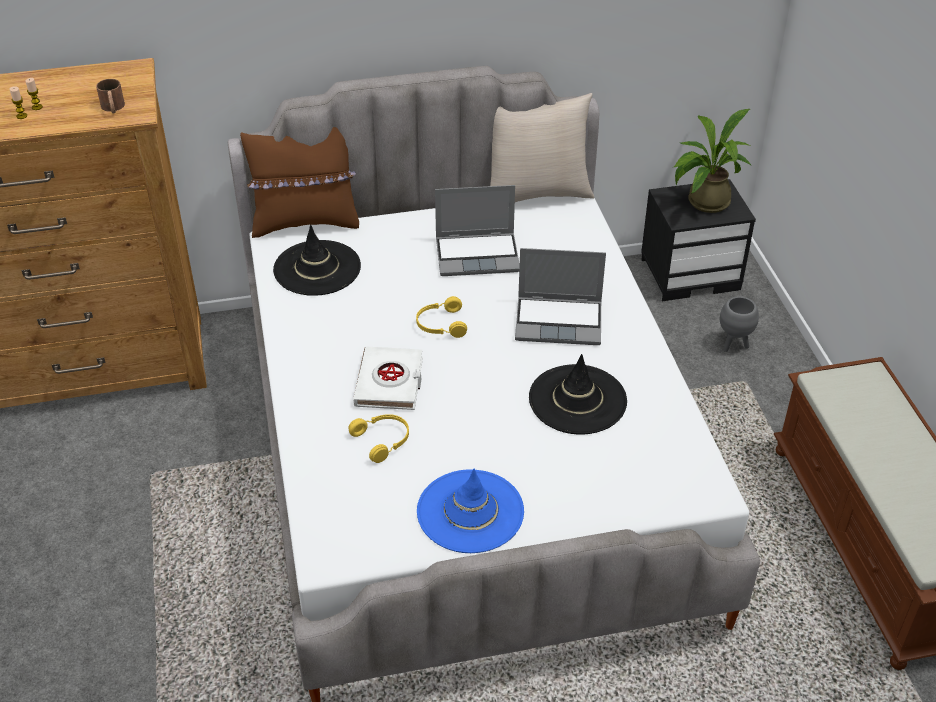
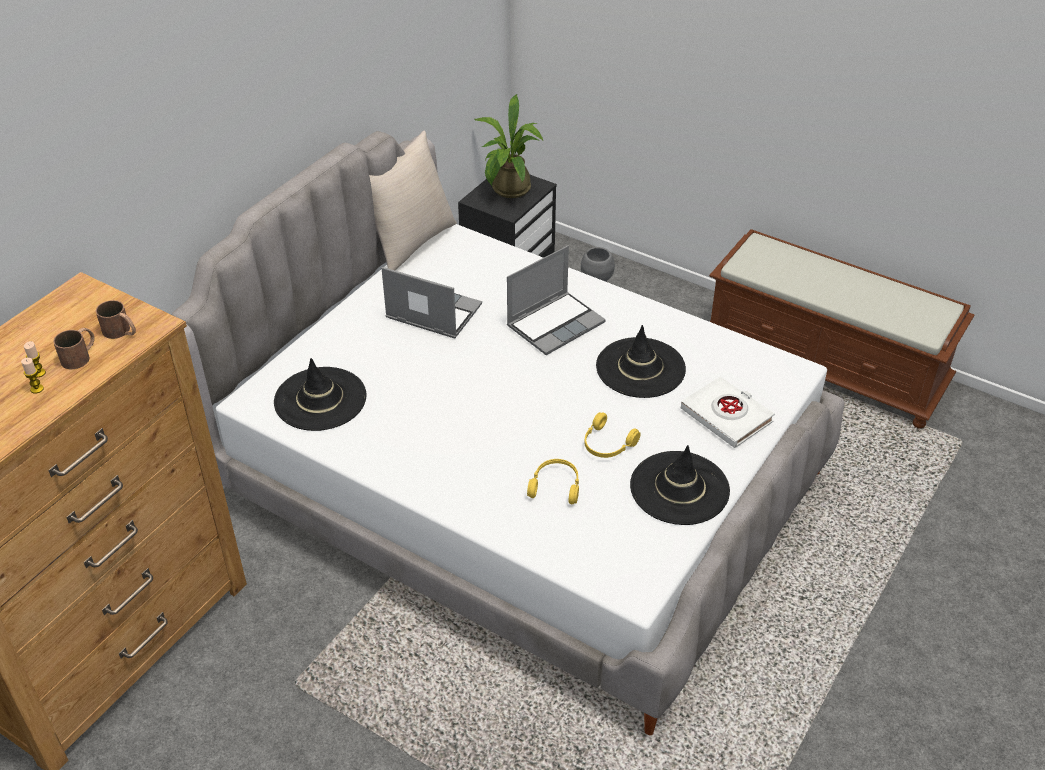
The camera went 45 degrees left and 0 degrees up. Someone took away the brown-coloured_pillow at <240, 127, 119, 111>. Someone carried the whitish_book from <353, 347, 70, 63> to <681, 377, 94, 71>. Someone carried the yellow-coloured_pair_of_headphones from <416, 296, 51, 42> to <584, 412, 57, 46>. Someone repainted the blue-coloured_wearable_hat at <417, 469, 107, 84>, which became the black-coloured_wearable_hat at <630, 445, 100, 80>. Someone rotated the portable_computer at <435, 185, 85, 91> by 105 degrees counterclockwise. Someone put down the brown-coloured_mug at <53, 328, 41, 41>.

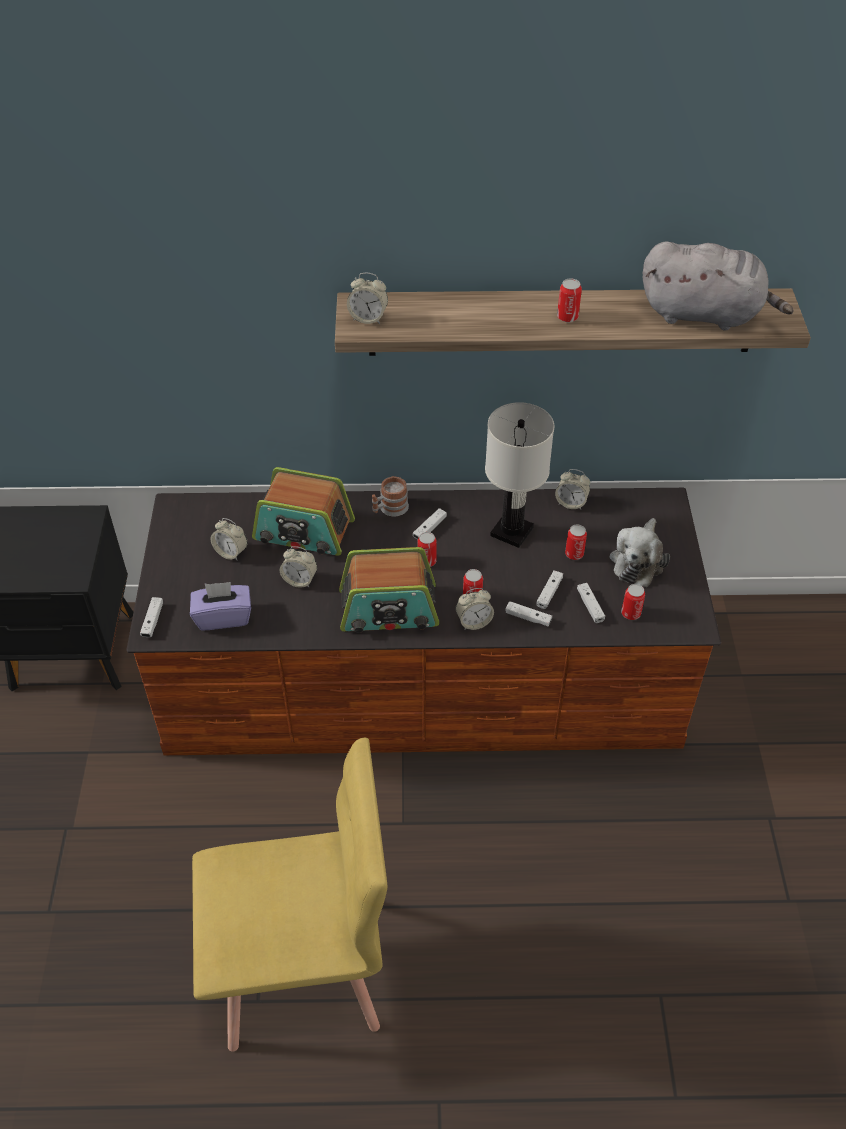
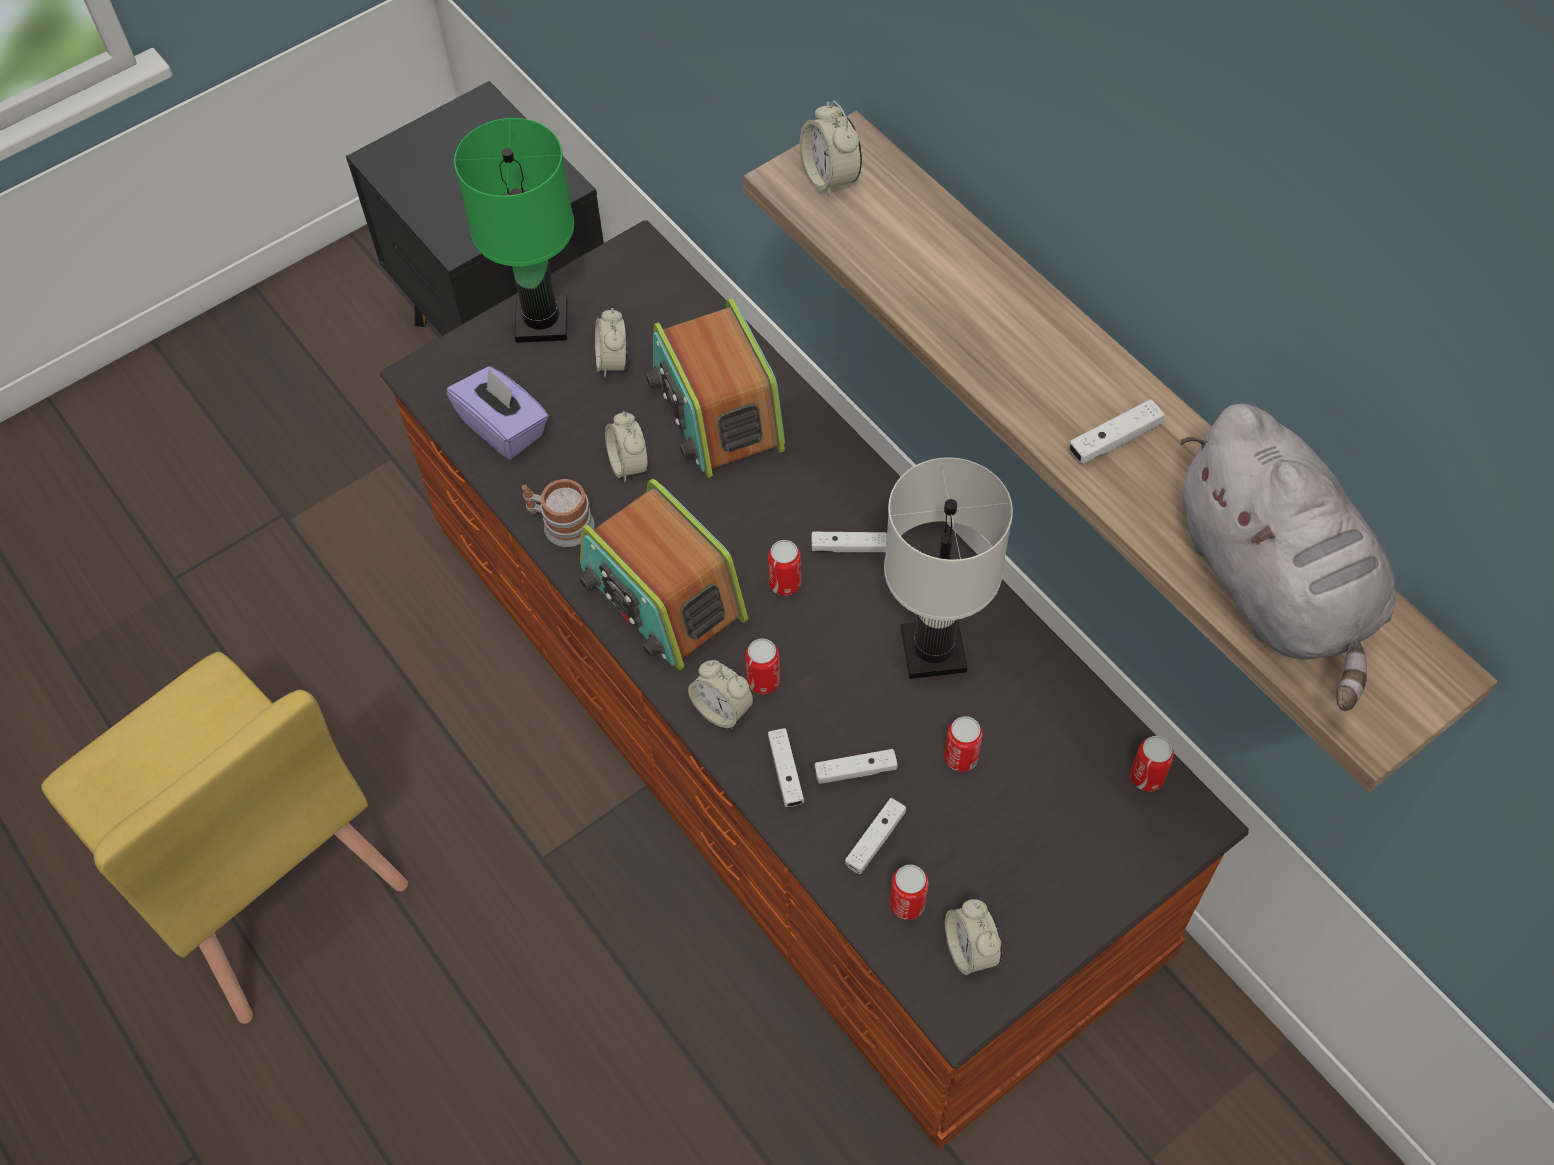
The camera went 55 degrees right and 10 degrees up. Someone carried the whitish_game_controller from <140, 597, 23, 40> to <1069, 399, 95, 65>. Someone carried the mug from <372, 476, 37, 41> to <522, 479, 72, 68>. Someone carried the table_clock from <555, 469, 35, 41> to <945, 899, 57, 76>. Someone carried the sealed_can from <557, 278, 25, 44> to <1130, 736, 44, 56>. Someone took away the plush_toy at <609, 518, 61, 69>. Someone put down the greenish_lamp_for_a_table at <454, 118, 120, 225>.

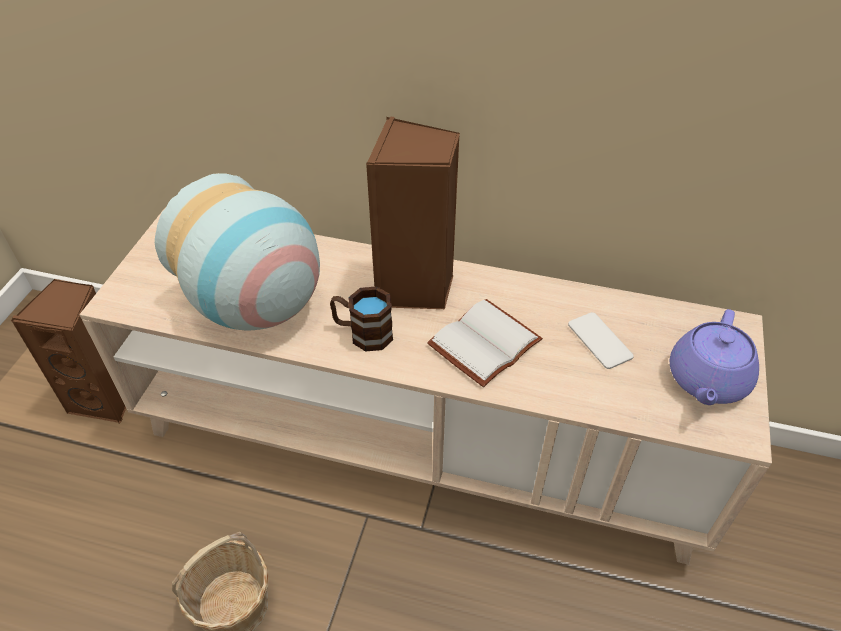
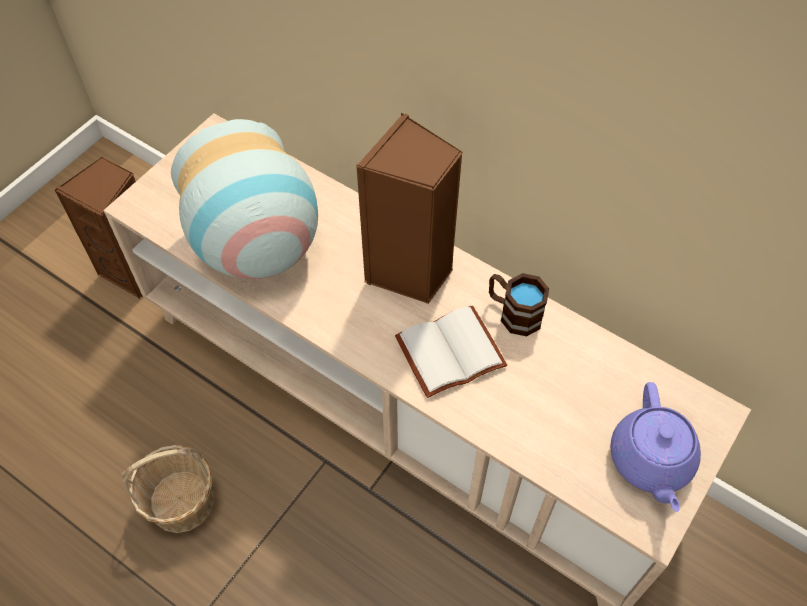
The camera went 20 degrees right and 10 degrees up. Someone carried the brown-coloured_mug from <330, 286, 63, 66> to <489, 273, 60, 63>. Someone took away the telephone at <568, 312, 66, 57>. Someone rotated the purple_tea_pot at <670, 309, 89, 96> by 45 degrees counterclockwise.

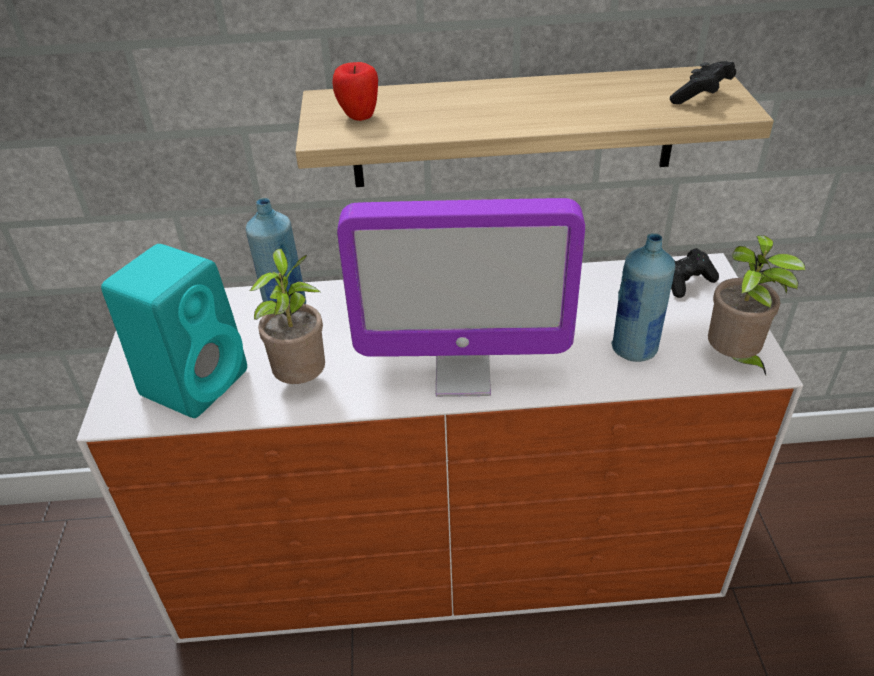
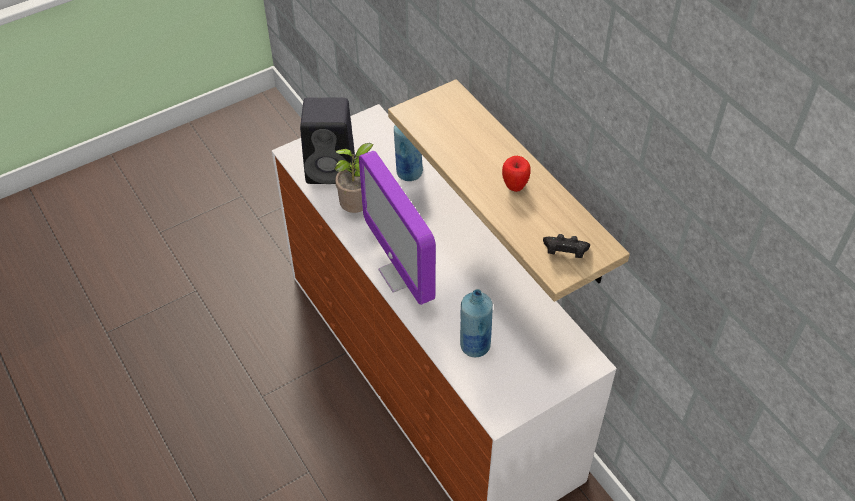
The camera went 60 degrees right and 10 degrees up. Someone repainted the blue-green_audio_speaker at <101, 244, 146, 174>, which became the black-coloured_audio_speaker at <300, 98, 55, 86>. Someone carried the whole_apple from <333, 62, 45, 59> to <502, 156, 28, 36>. Someone took away the black-coloured_game_controller at <671, 248, 48, 50>. Someone took away the houseplant at <708, 235, 97, 140>.

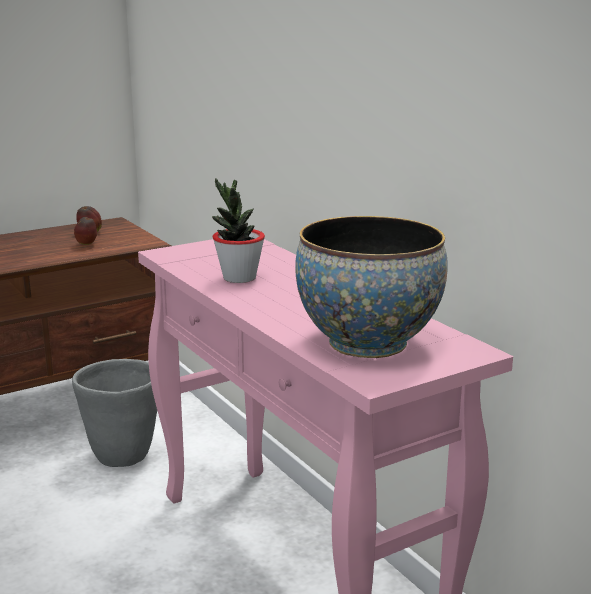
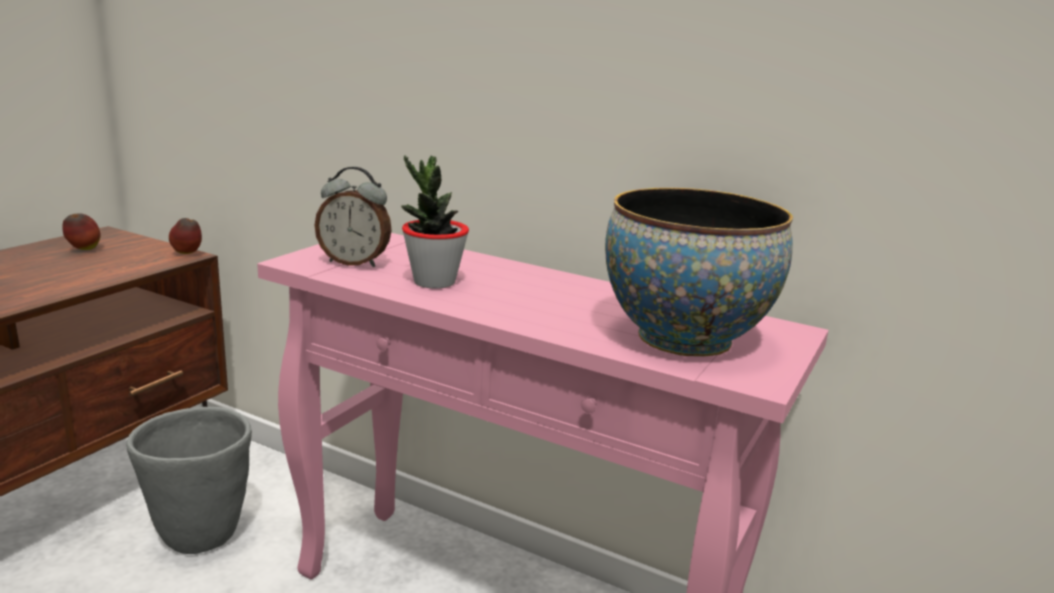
The camera went 30 degrees left and 0 degrees up. Someone carried the whole_apple from <74, 217, 23, 28> to <169, 218, 33, 36>. Someone put down the table_clock at <314, 167, 78, 100>.

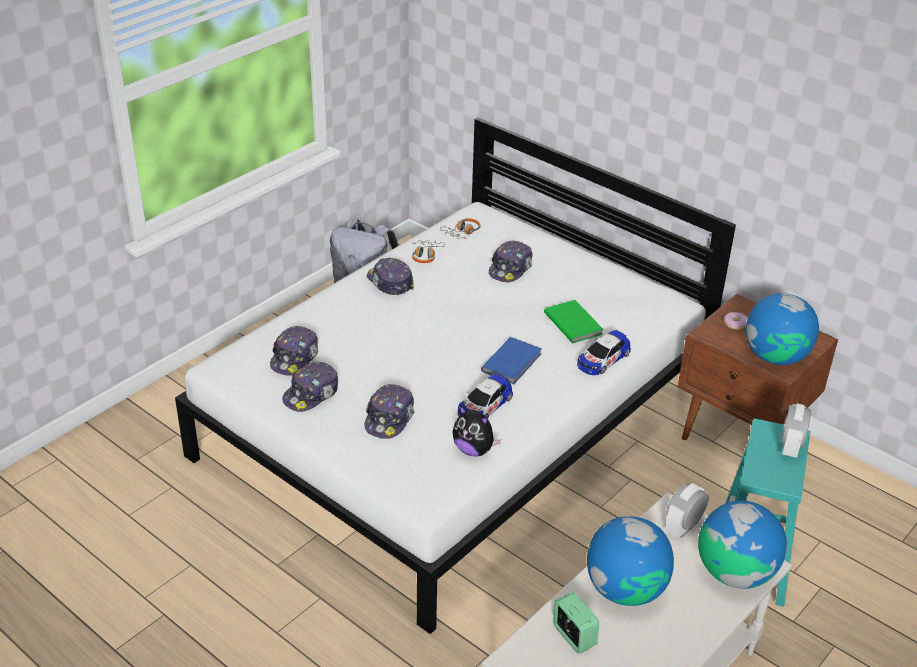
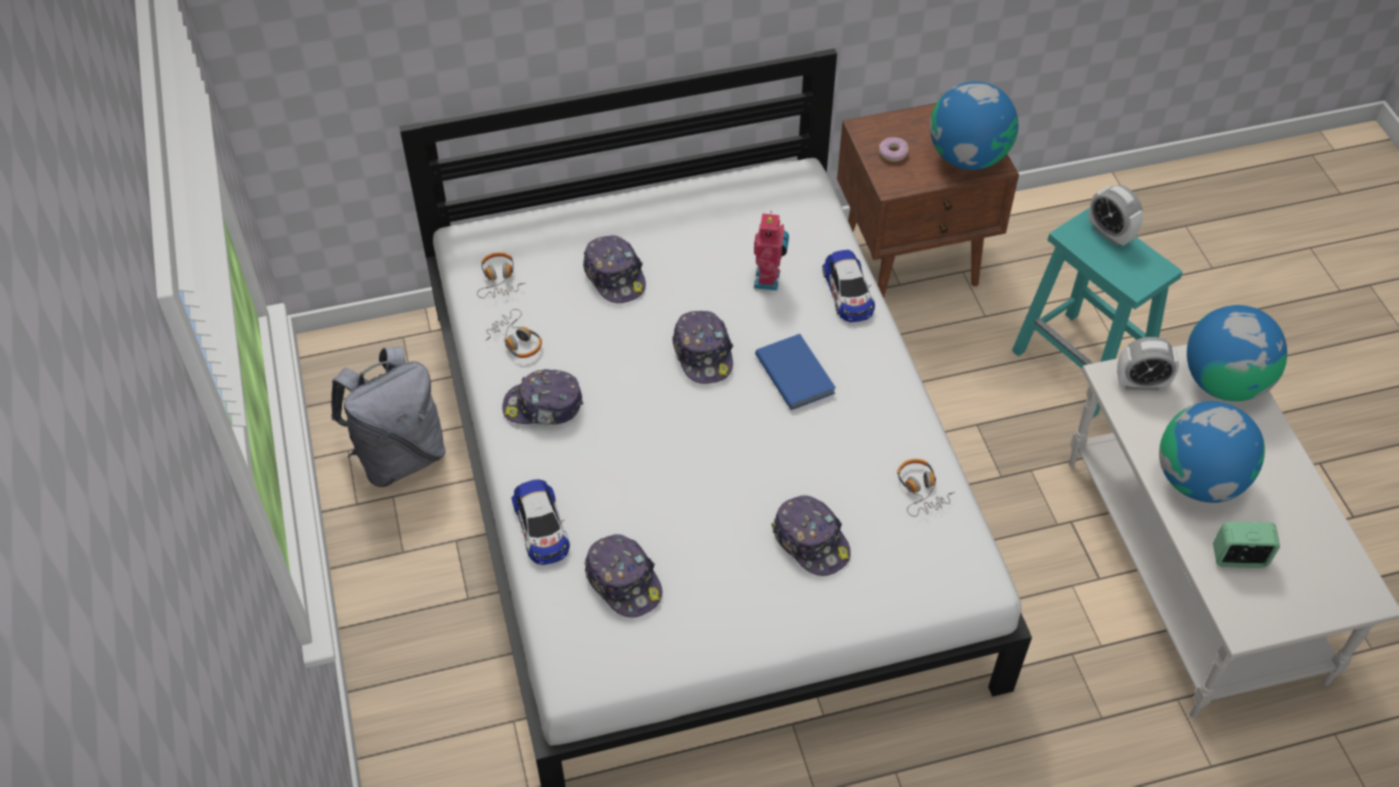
The camera went 55 degrees left and 15 degrees up. Someone carried the peaked_cap from <282, 362, 56, 50> to <672, 311, 61, 73>. Someone swapped the plush_toy at <453, 405, 48, 52> for the pair_of_headphones at <897, 459, 58, 57>. Someone carried the miniature_car from <458, 374, 55, 45> to <511, 479, 59, 86>. Someone swapped the greenish_book at <544, 300, 60, 43> for the model_robot at <754, 211, 35, 80>. Someone rotated the table_clock at <666, 483, 43, 55> by 75 degrees counterclockwise.

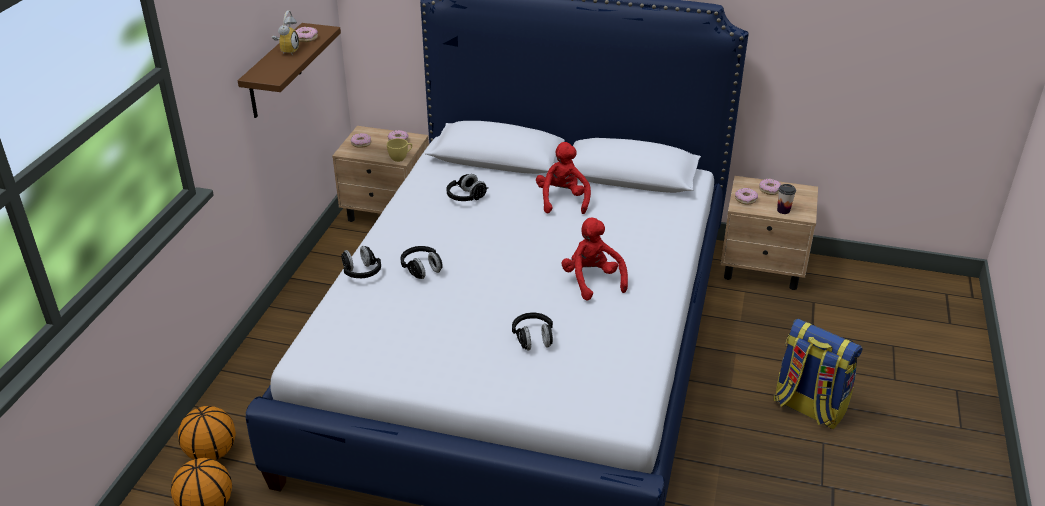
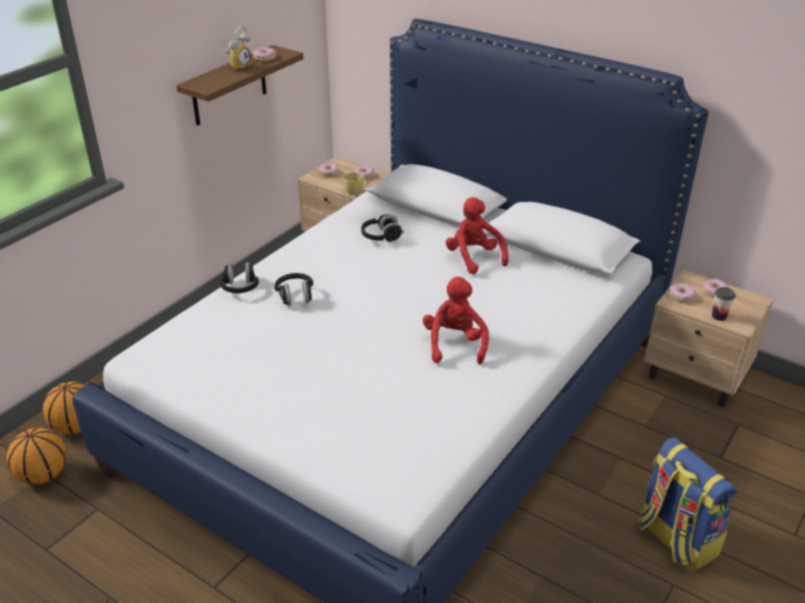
The camera went 20 degrees right and 0 degrees up. Someone took away the black-coloured_pair_of_headphones at <512, 312, 41, 38>. Someone rotated the red_plush_toy at <536, 142, 55, 72> by 45 degrees counterclockwise.

